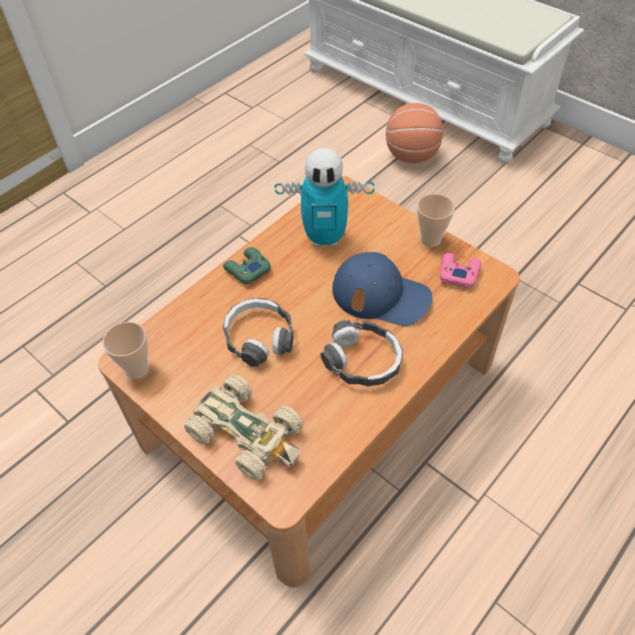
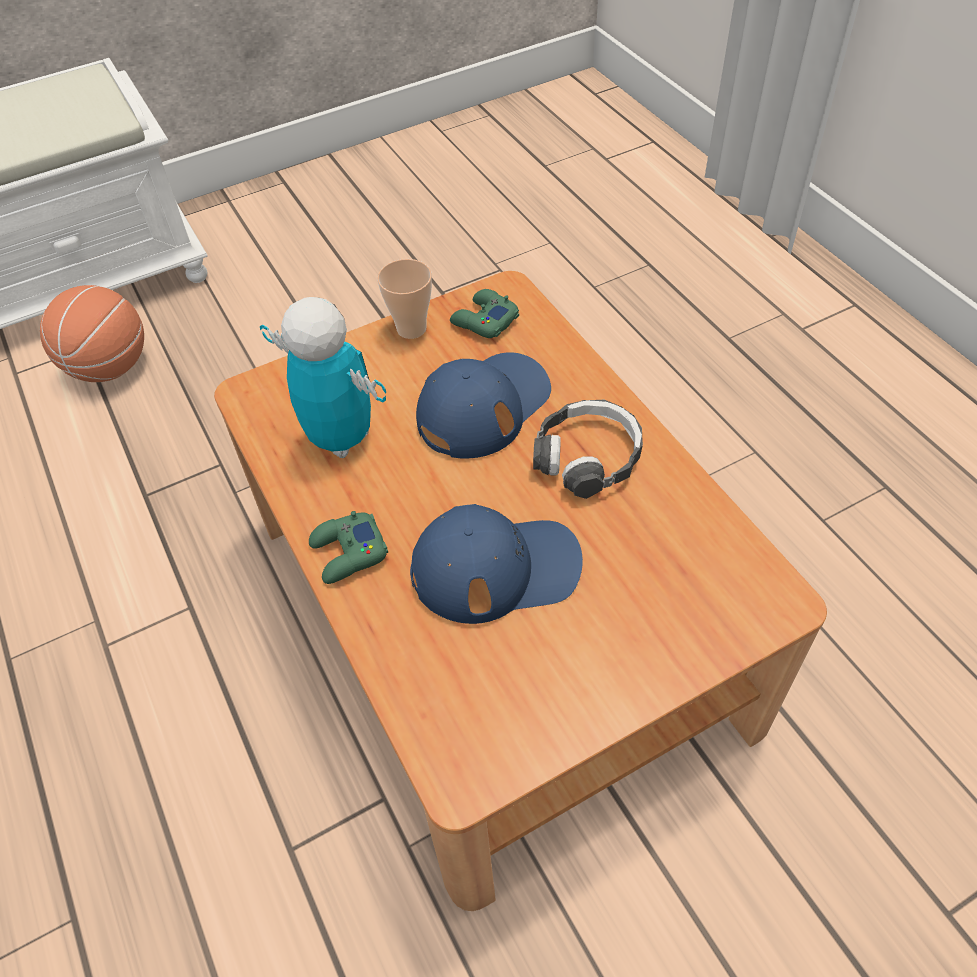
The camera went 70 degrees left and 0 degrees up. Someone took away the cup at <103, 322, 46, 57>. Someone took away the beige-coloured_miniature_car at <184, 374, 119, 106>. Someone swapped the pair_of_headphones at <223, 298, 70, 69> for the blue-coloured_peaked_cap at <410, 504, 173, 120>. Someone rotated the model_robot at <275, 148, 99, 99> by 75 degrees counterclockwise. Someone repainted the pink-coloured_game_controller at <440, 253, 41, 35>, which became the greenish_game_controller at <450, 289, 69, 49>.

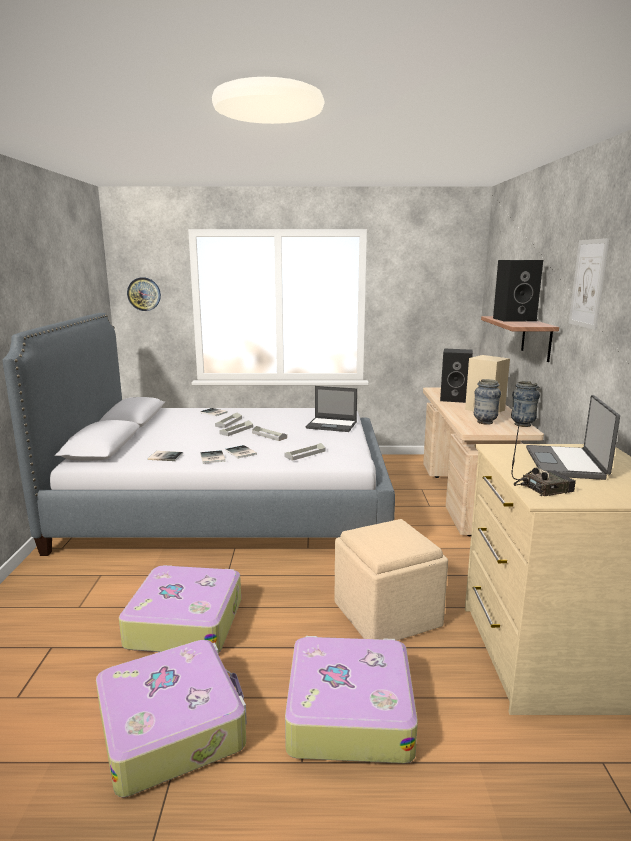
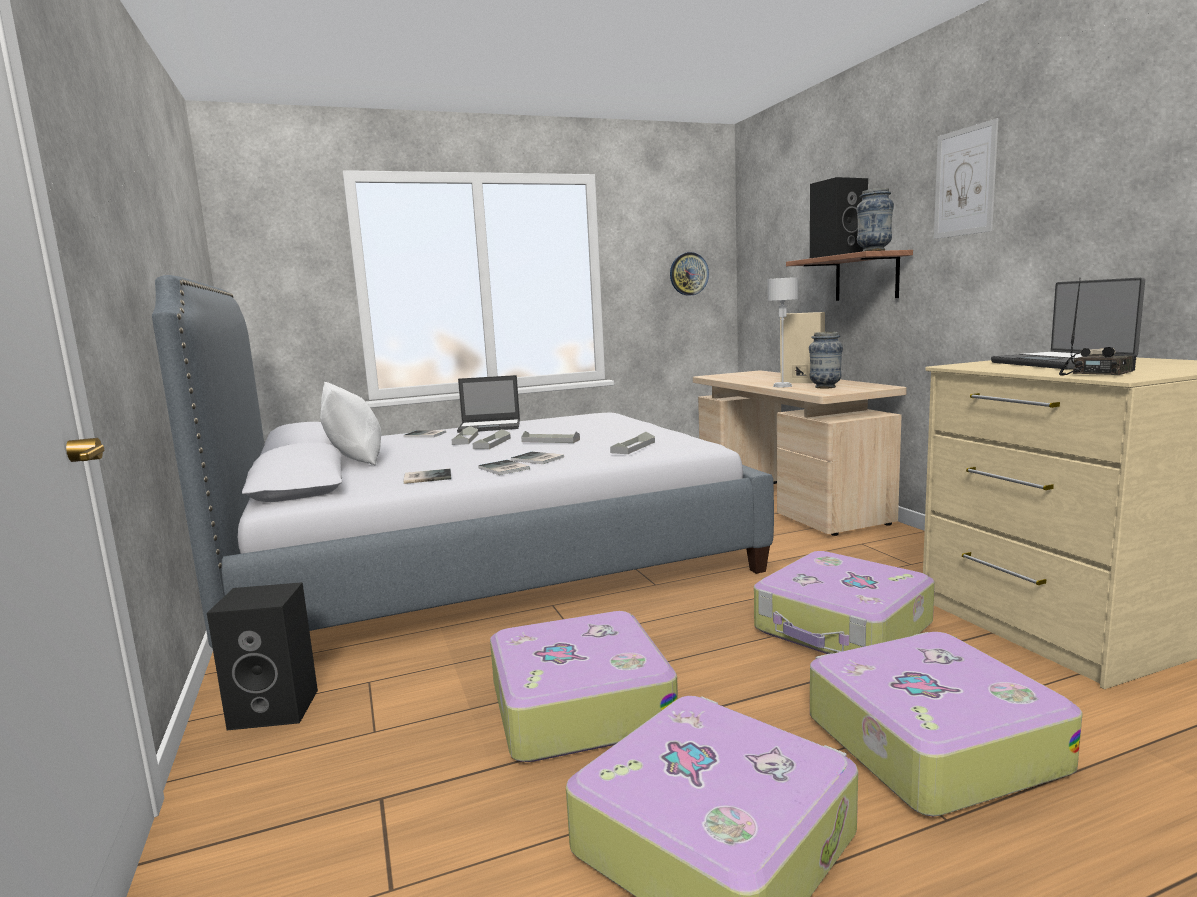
The camera went 20 degrees left and 5 degrees down. Someone carried the hanging_clock from <127, 277, 34, 34> to <670, 252, 39, 44>. Someone carried the portable_computer from <306, 386, 51, 46> to <457, 375, 63, 58>. Someone swapped the beige-coloured_ottoman at <334, 519, 114, 122> for the travel_case at <754, 551, 181, 103>. Someone carried the black-coloured_audio_speaker from <440, 349, 33, 54> to <207, 582, 111, 148>. Someone carried the decorative_vase from <511, 381, 29, 46> to <856, 188, 38, 63>. Someone put down the whitish_pillow at <320, 382, 62, 83>. Someone put down the greyish_lamp_for_a_table at <767, 277, 31, 110>.

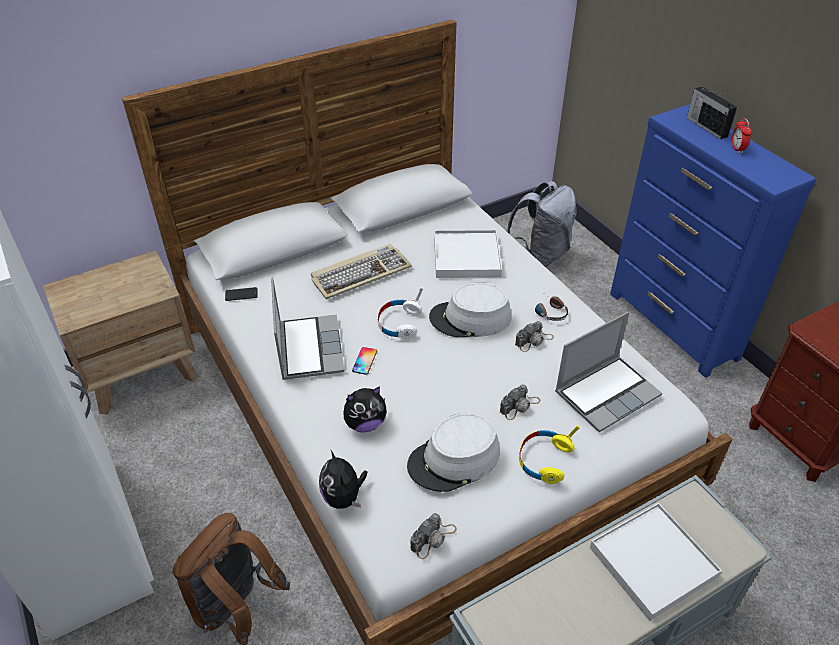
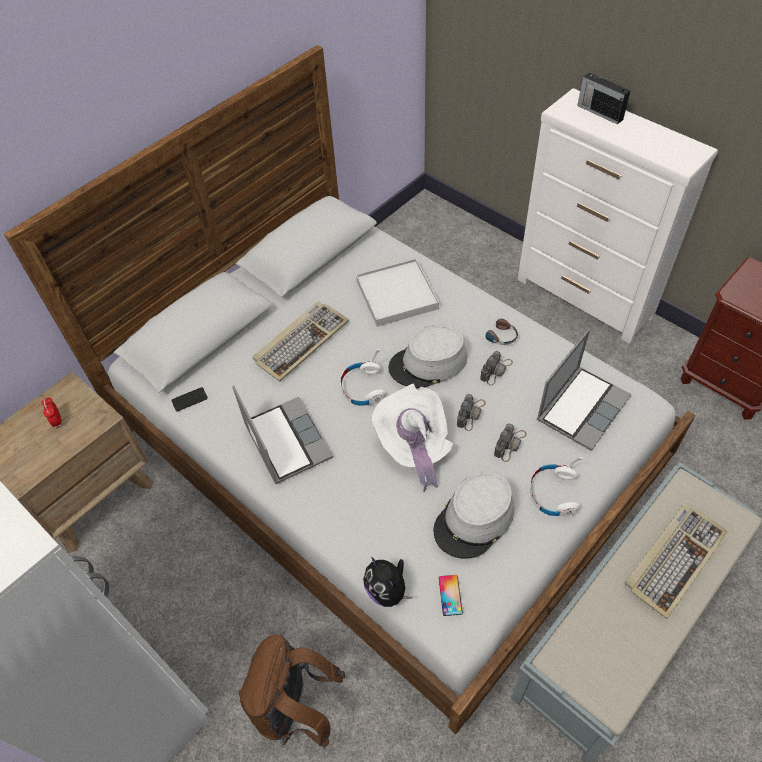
The camera went 15 degrees left and 10 degrees up. Someone took away the plush_toy at <344, 386, 43, 47>. Someone carried the telephone from <352, 347, 25, 28> to <439, 575, 24, 41>. Someone carried the still_camera from <410, 513, 47, 46> to <457, 394, 29, 37>. Someone took away the greyish_rucksack at <507, 181, 70, 86>. Someone repainted the yellow-coloured_pair_of_headphones at <519, 426, 61, 58>, which became the whitish_pair_of_headphones at <530, 457, 53, 59>. Someone swapped the whitish_serving_tray at <590, 503, 132, 118> for the keyboard at <625, 504, 103, 115>. Someone repainted the blue-coloured_dresser at <610, 104, 206, 274>, which became the whitish_dresser at <518, 88, 200, 256>. Someone carried the table_clock from <732, 118, 20, 35> to <41, 397, 21, 31>. Someone put down the whitish_wearable_hat at <372, 383, 81, 109>.

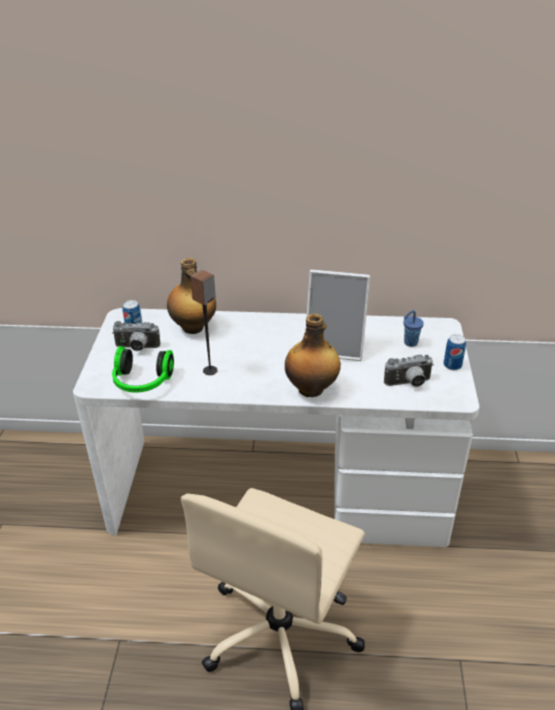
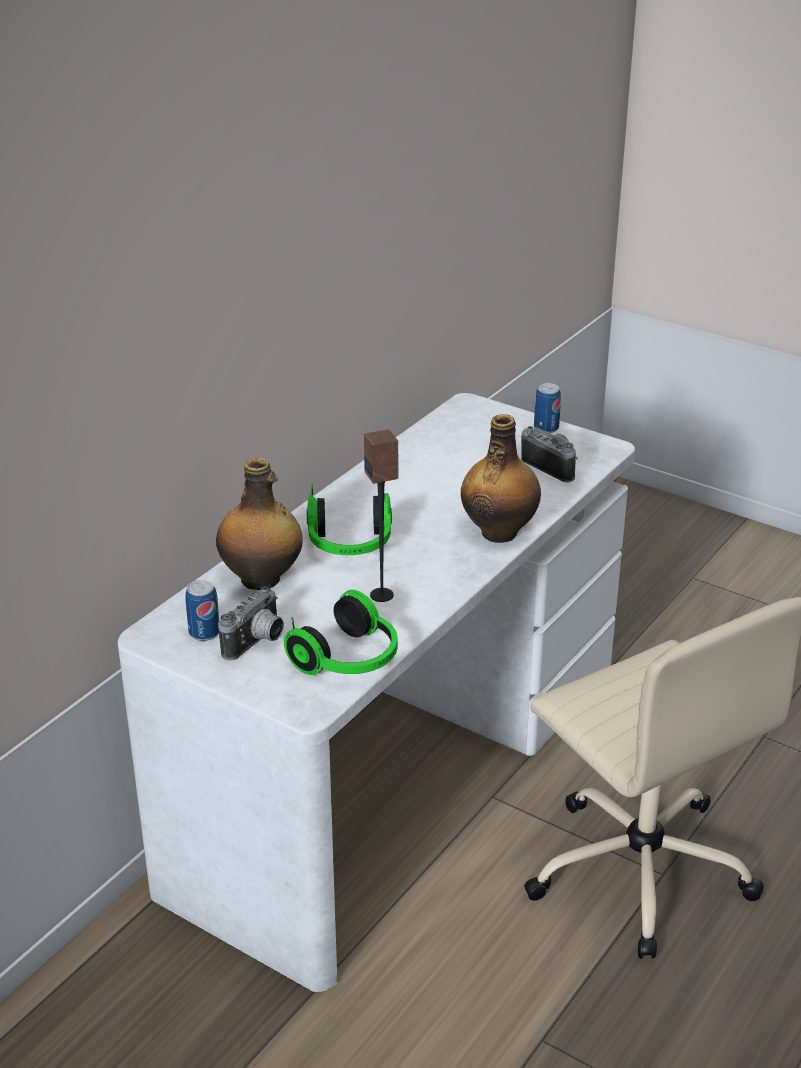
The camera went 60 degrees left and 5 degrees down. Someone took away the picture_frame at <305, 269, 65, 92>. Someone rotated the still_camera at <384, 355, 50, 32> by 60 degrees counterclockwise. Someone took away the blue-coloured_cup at <403, 310, 21, 37>. Someone put down the pair_of_headphones at <307, 484, 85, 71>.

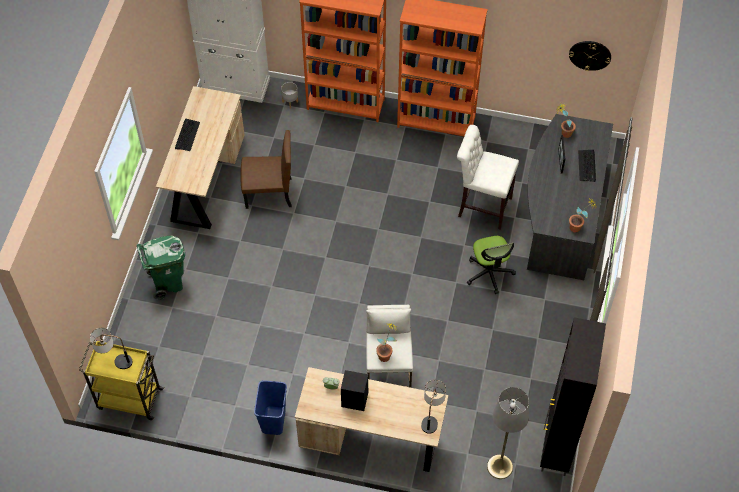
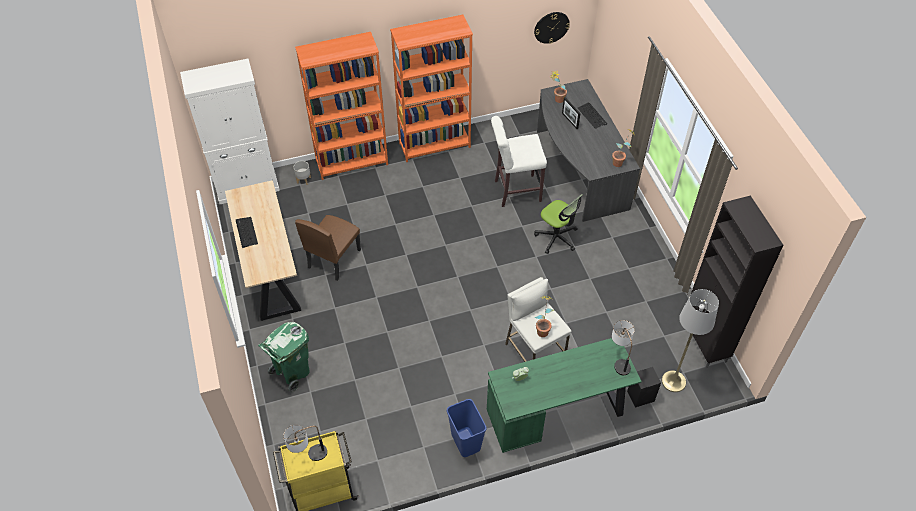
The camera went 30 degrees left and 5 degrees down. Someone rotated the brown-coloured_plain_chair at <241, 130, 51, 79> by 150 degrees clockwise. Someone repainted the beige-coloured_desk_table at <295, 367, 153, 105>, which became the greenish_desk_table at <487, 338, 155, 115>. Someone carried the black-coloured_audio_speaker from <341, 370, 27, 41> to <627, 367, 34, 41>.

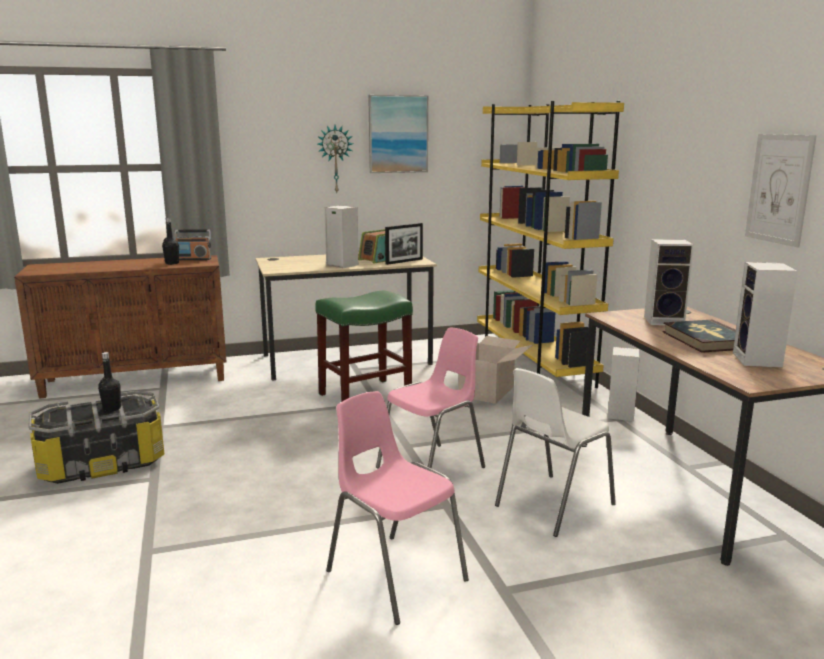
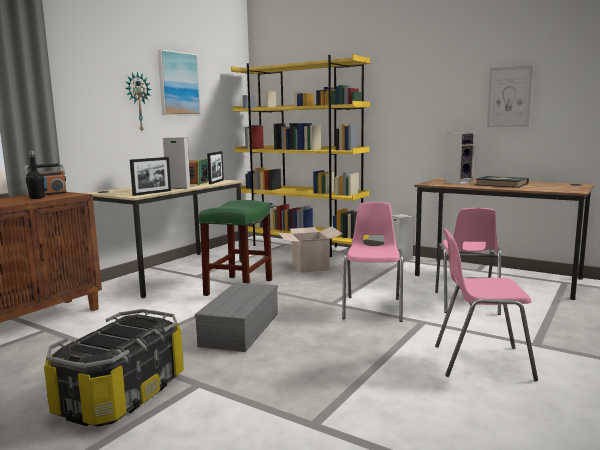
The camera went 40 degrees left and 5 degrees down. Someone took away the black-coloured_beverage_bottle at <98, 352, 23, 60>. Someone repainted the whitish_plain_chair at <495, 368, 121, 169>, which became the pink-coloured_plain_chair at <435, 208, 66, 107>. Someone took away the audio_speaker at <733, 262, 65, 106>. Someone put down the picture_frame at <130, 157, 41, 39>. Someone put down the greyish_storage_container at <195, 282, 83, 70>.

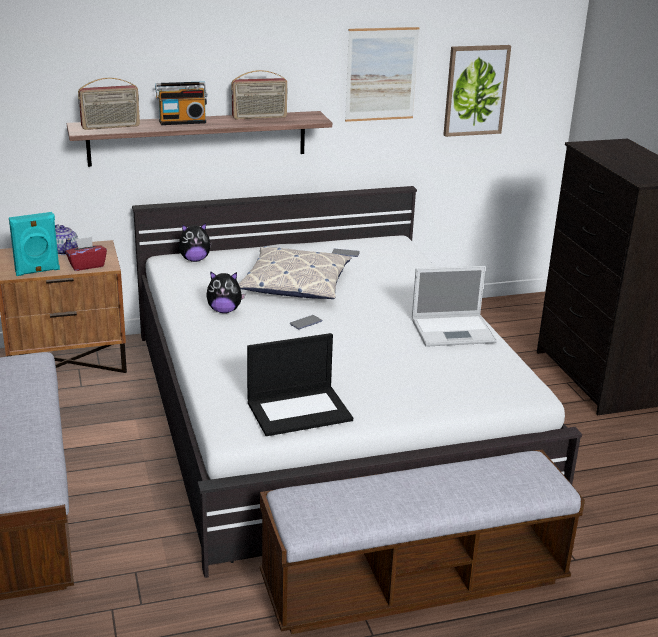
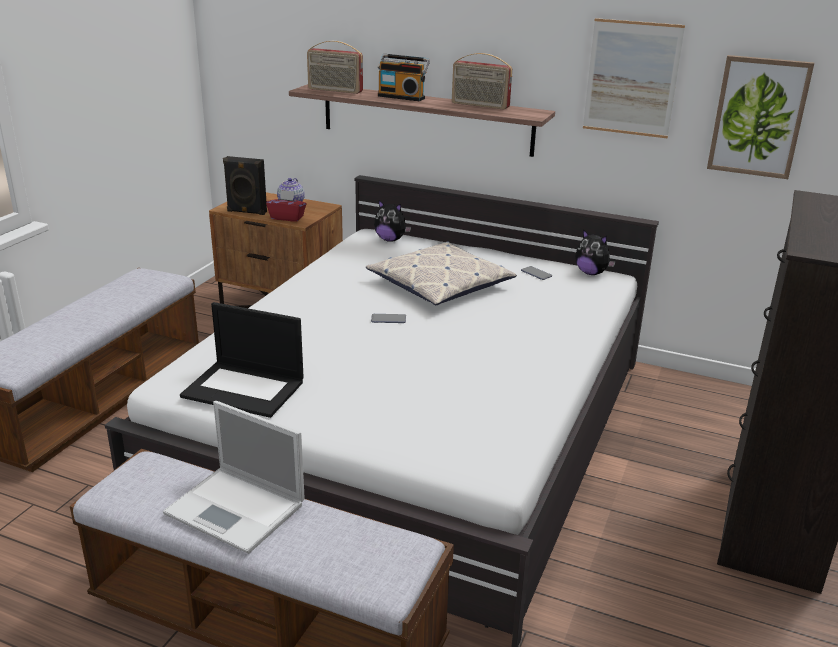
The camera went 40 degrees right and 0 degrees up. Someone repainted the blue-green_audio_speaker at <9, 212, 51, 64>, which became the black-coloured_audio_speaker at <223, 156, 44, 59>. Someone carried the plush_toy from <206, 271, 40, 42> to <575, 229, 41, 46>. Someone carried the portable_computer from <412, 266, 85, 81> to <163, 401, 142, 153>.

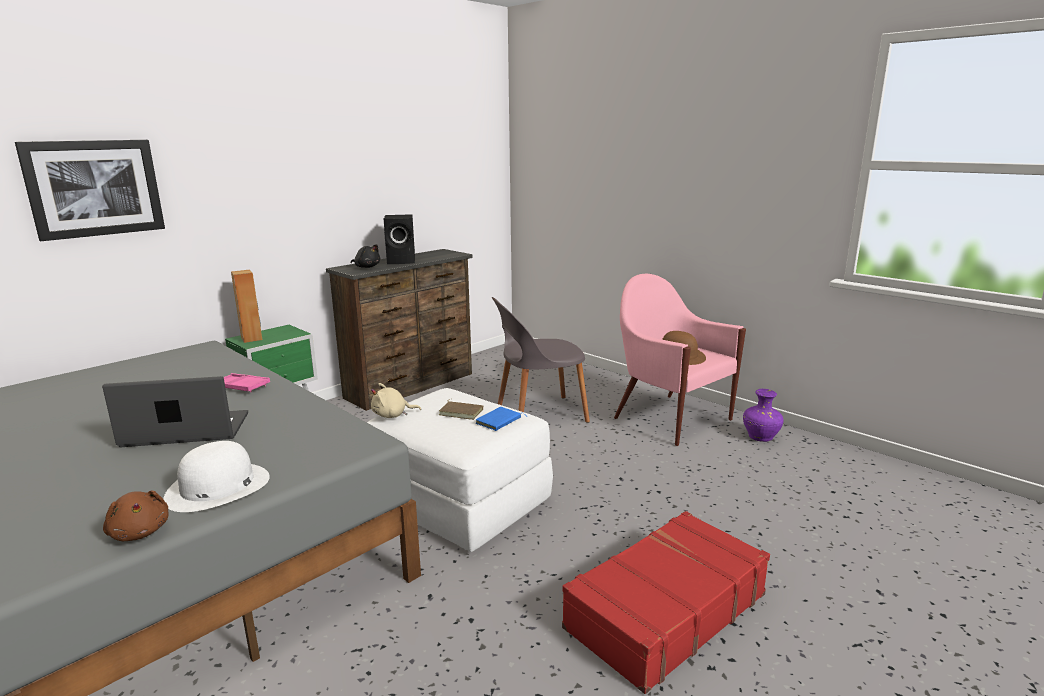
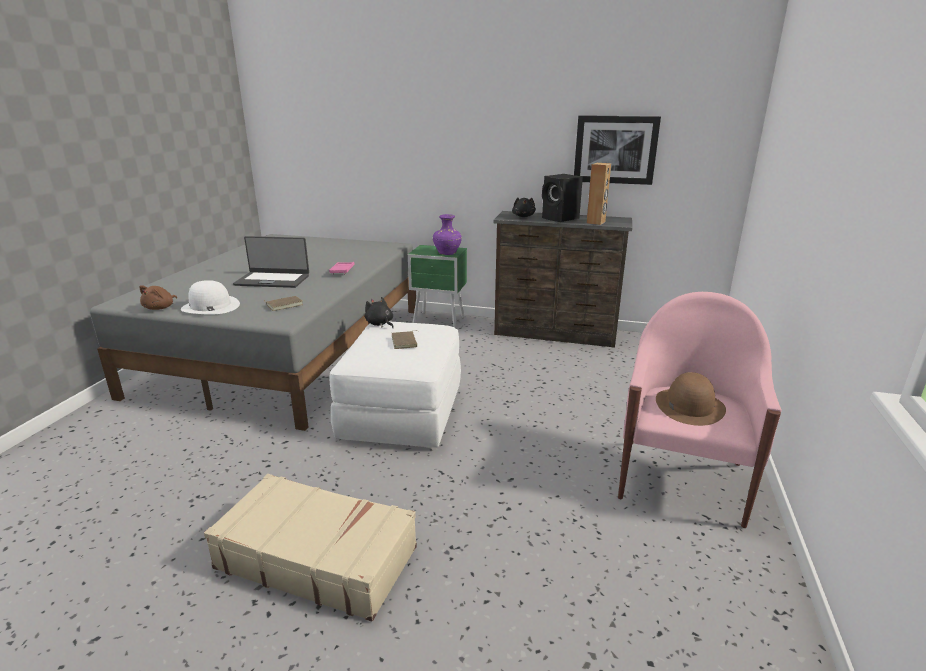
The camera went 60 degrees right and 5 degrees up. Someone carried the picture from <15, 140, 150, 101> to <574, 115, 87, 70>. Someone rotated the portable_computer at <102, 376, 146, 71> by 135 degrees clockwise. Someone carried the brown-coloured_audio_speaker from <231, 269, 31, 74> to <587, 163, 24, 62>. Someone repainted the beige-coloured_plush_toy at <371, 383, 50, 35>, which became the black-coloured_plush_toy at <365, 297, 29, 31>. Someone took away the blue-coloured_book at <476, 407, 52, 24>. Someone took away the greyish_plain_chair at <492, 297, 98, 126>. Someone repainted the red_travel_case at <562, 511, 208, 183>, which became the beige-coloured_travel_case at <204, 474, 213, 148>. Someone carried the purple_decorative_vase from <743, 389, 41, 53> to <433, 214, 29, 41>. Someone put down the brown-coloured_book at <264, 296, 39, 15>.

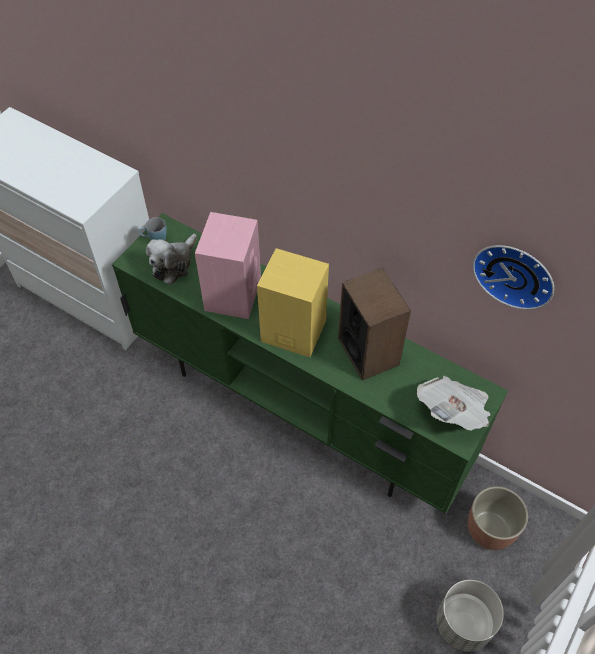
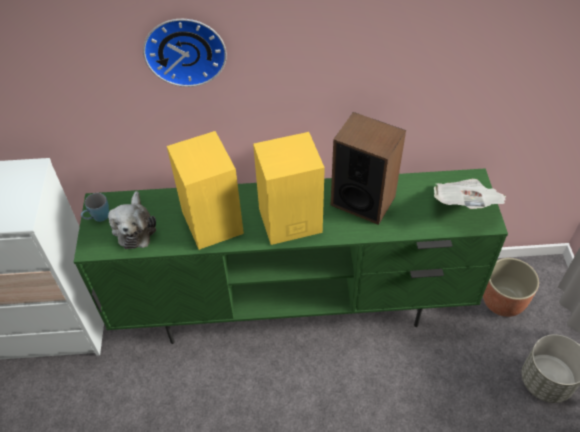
The camera went 35 degrees left and 5 degrees down. Someone repainted the pink-coloured_audio_speaker at <195, 212, 66, 107>, which became the yellow-coloured_audio_speaker at <167, 131, 77, 119>. Someone carried the hanging_clock from <472, 245, 82, 65> to <143, 19, 84, 68>.

